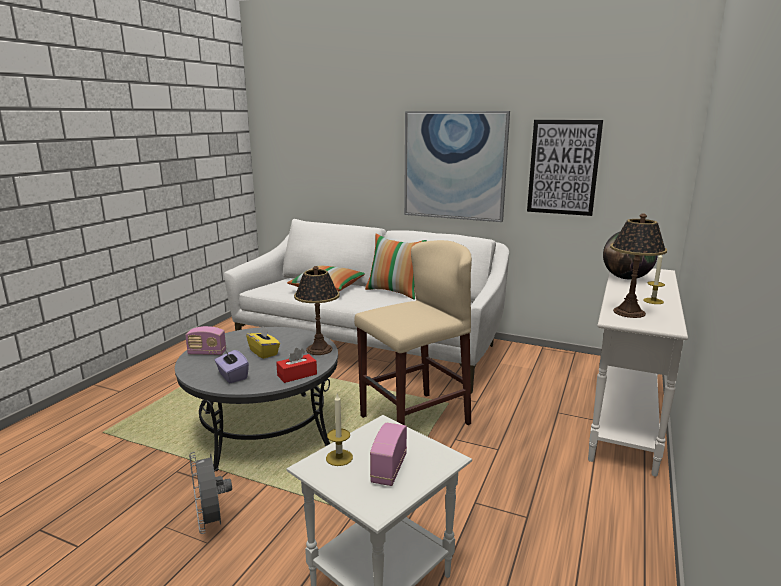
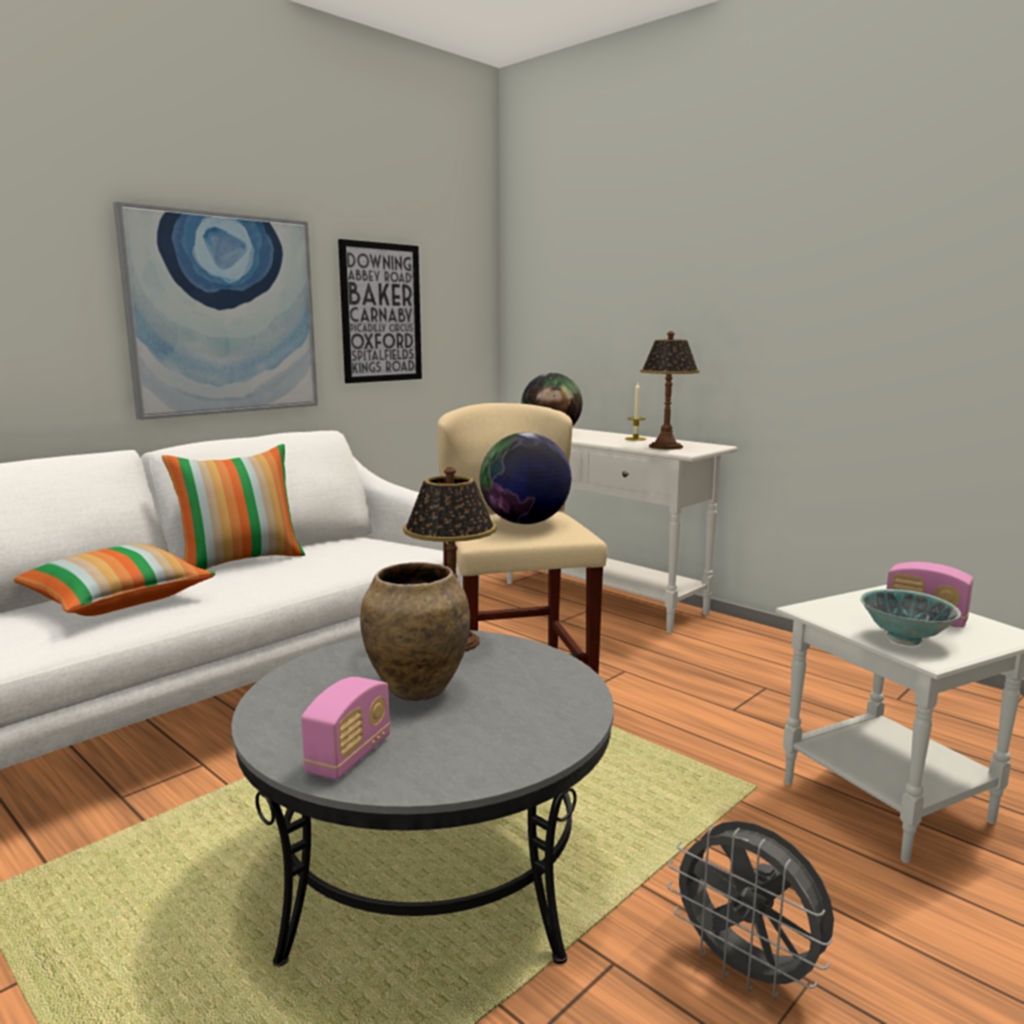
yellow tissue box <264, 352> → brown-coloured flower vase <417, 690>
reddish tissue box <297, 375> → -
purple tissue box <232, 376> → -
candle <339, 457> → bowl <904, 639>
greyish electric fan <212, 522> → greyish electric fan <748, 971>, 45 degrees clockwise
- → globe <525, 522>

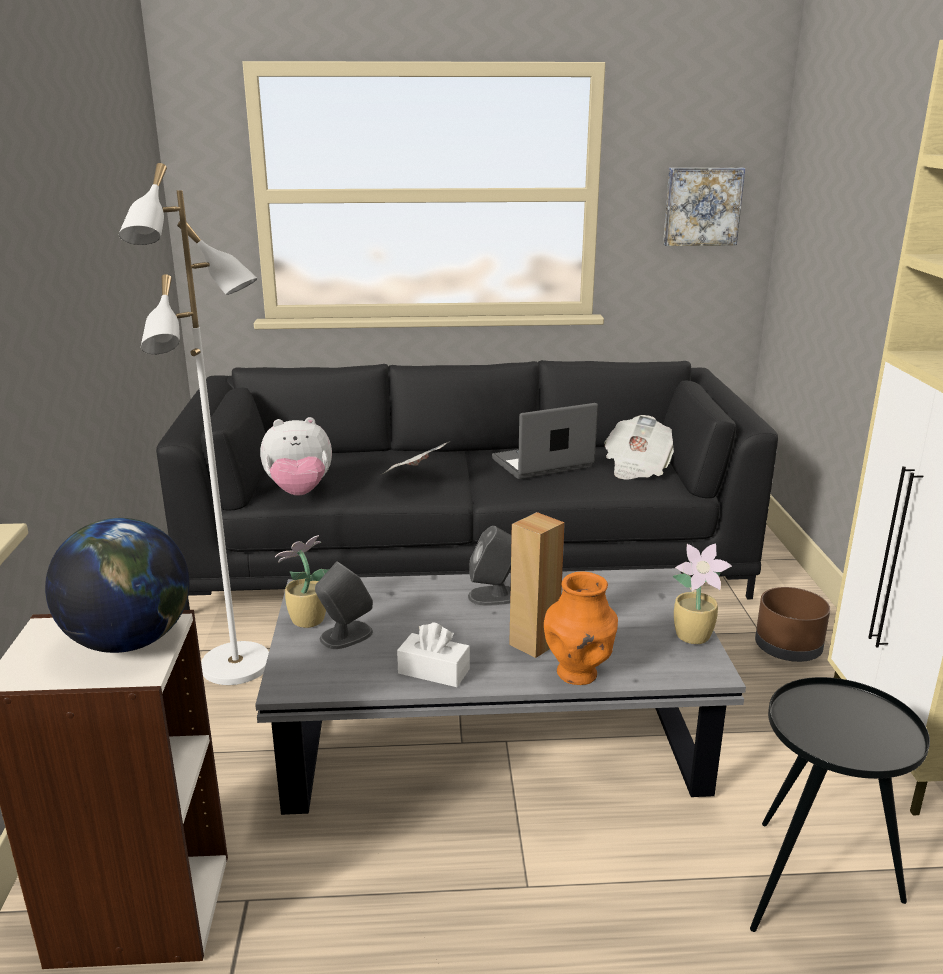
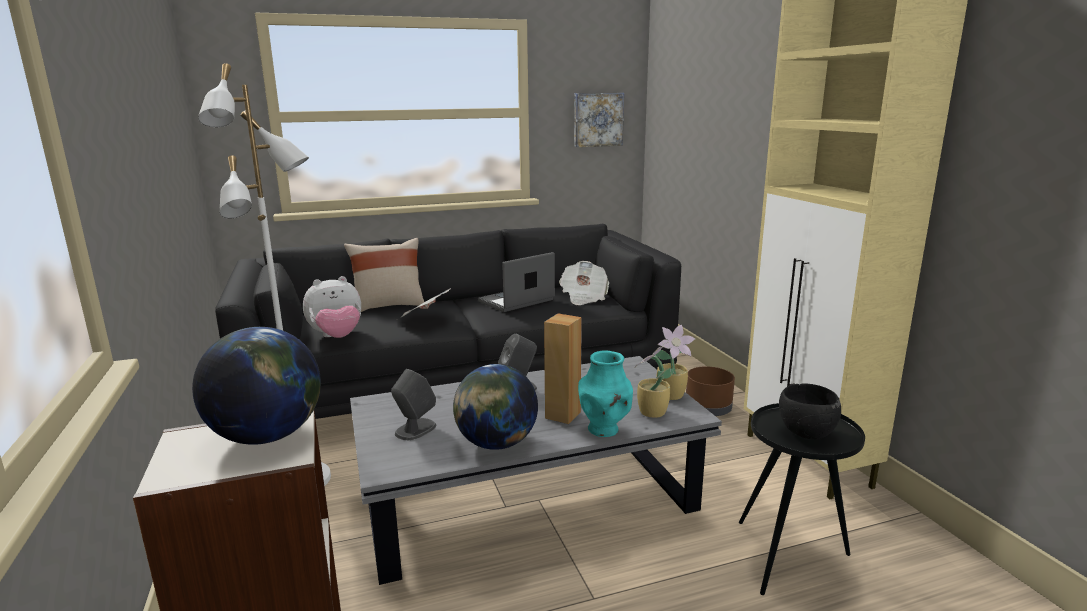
plant in a pot <306, 620> → plant in a pot <651, 413>, shifted
orange-coloured flower vase <578, 674> → blue-green flower vase <604, 430>
whitish tissue box <434, 671> → globe <496, 443>
- → beige-coloured throw pillow <388, 306>
- → black bowl <805, 433>

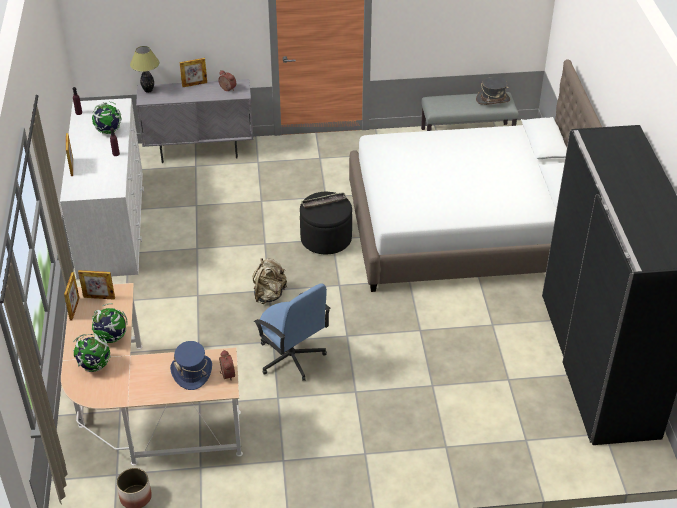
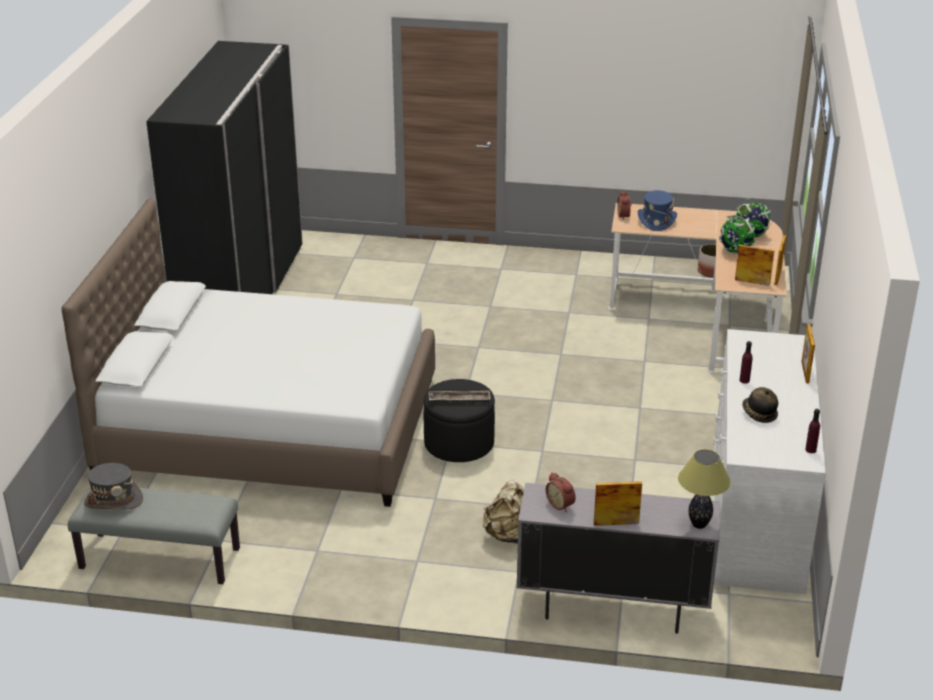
globe <108, 131> → clothing hat <758, 414>
beige-coloured knapsack <269, 295> → beige-coloured knapsack <508, 535>, shifted
blue computer chair <291, 358> → -

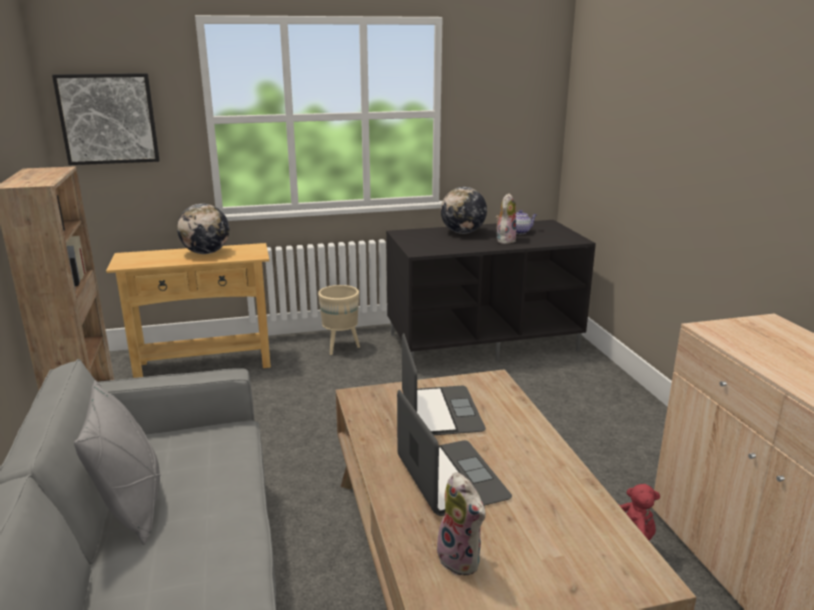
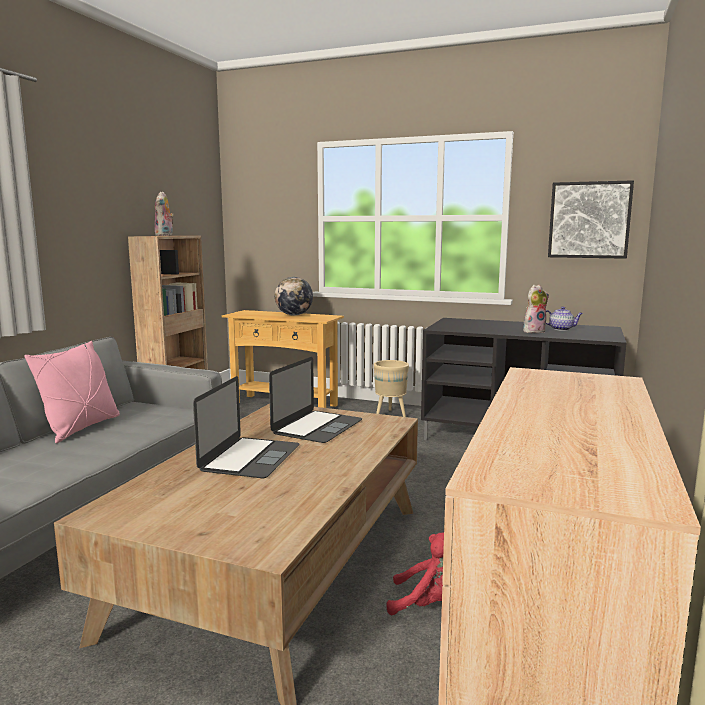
wall art <108, 119> → wall art <589, 220>, shifted
globe <463, 232> → -
greyish throw pillow <132, 507> → pink-coloured throw pillow <81, 428>
plush toy <462, 559> → plush toy <165, 235>, shifted

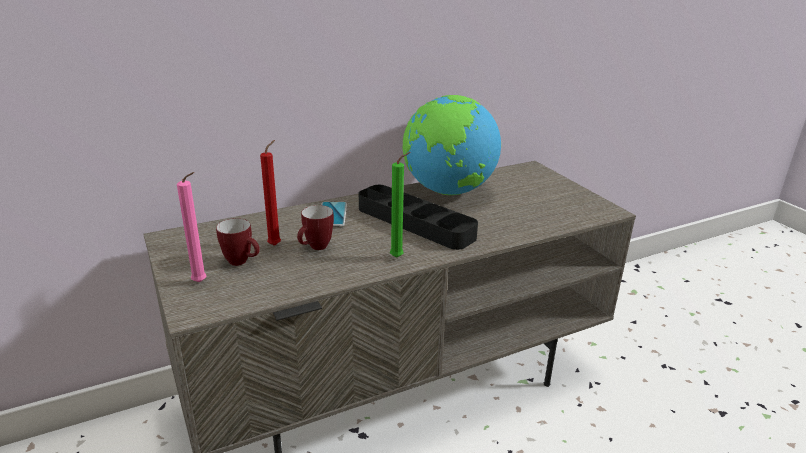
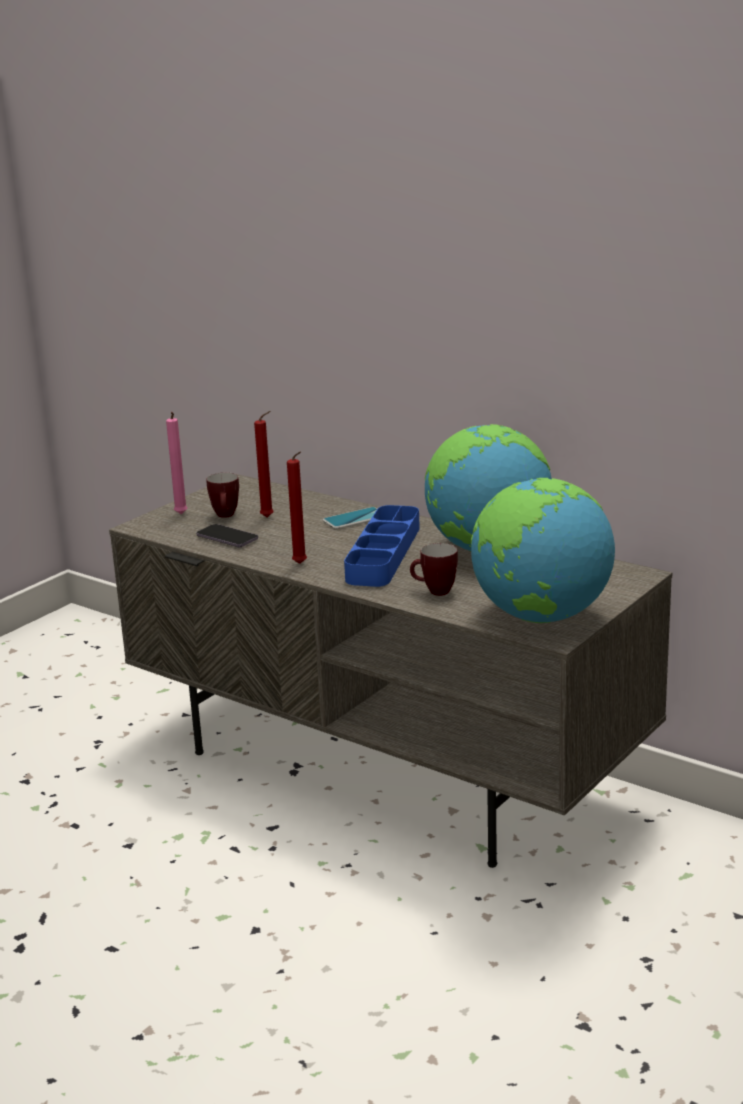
green-coloured candle <398, 257> → reddish candle <301, 564>
black serving tray <415, 222> → blue serving tray <383, 553>
mug <315, 248> → mug <434, 592>, shifted
- → globe <540, 616>
- → phone <227, 538>

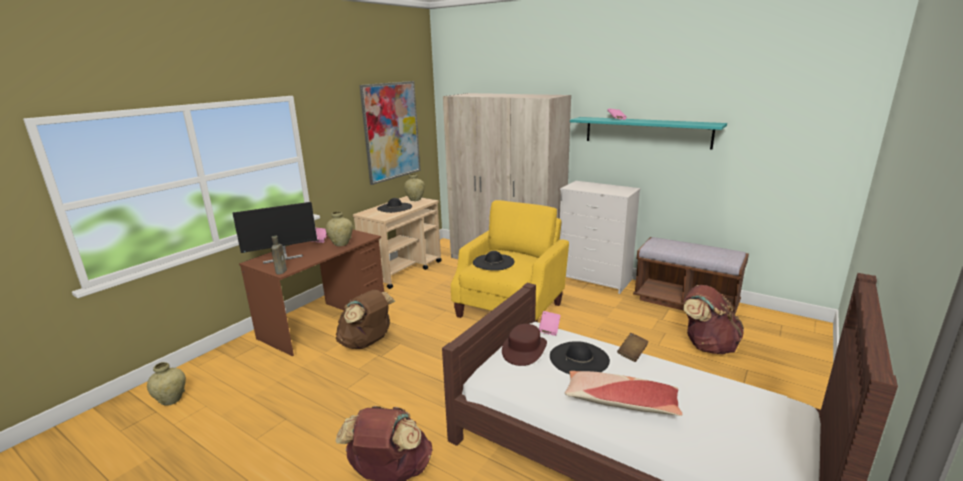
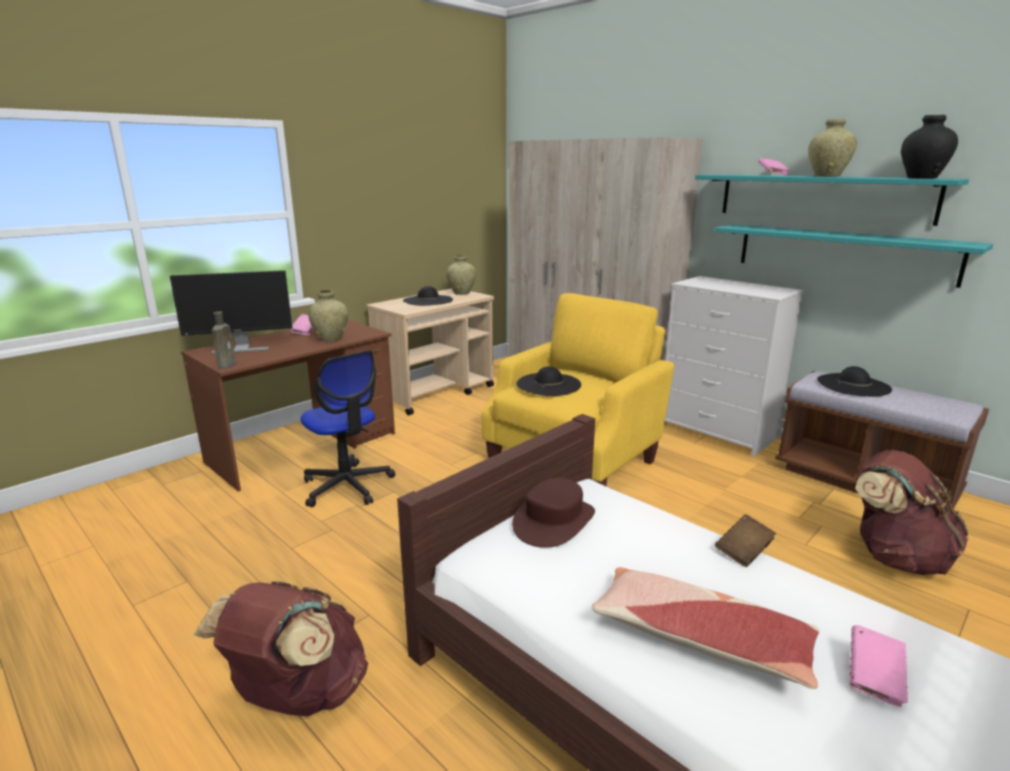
wall art <391, 131> → -
brown-coloured knapsack <367, 343> → computer chair <347, 486>
pink-coloured bound book <549, 329> → pink-coloured bound book <873, 678>, shifted
black clothing hat <579, 358> → black clothing hat <853, 385>, shifted
beige-coloured flower vase <171, 400> → beige-coloured flower vase <827, 176>, shifted
- → black flower vase <921, 178>
- → blue-green shelf <842, 253>

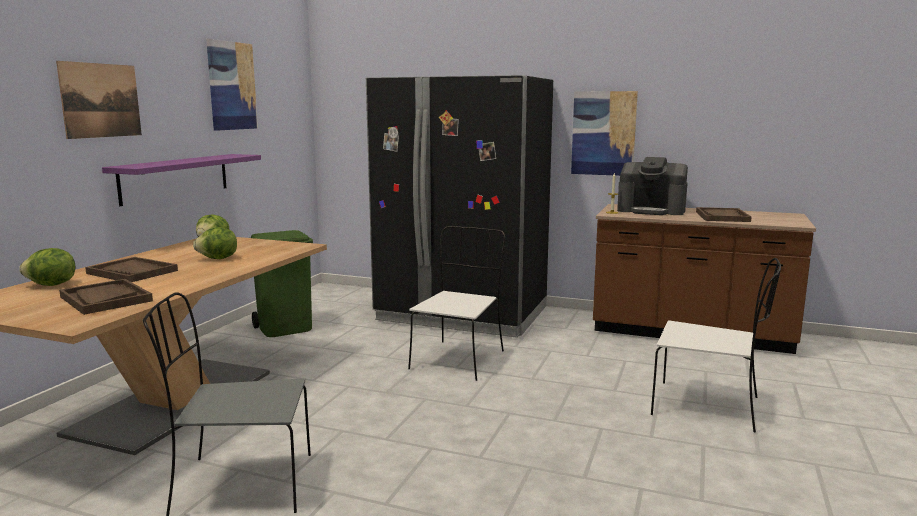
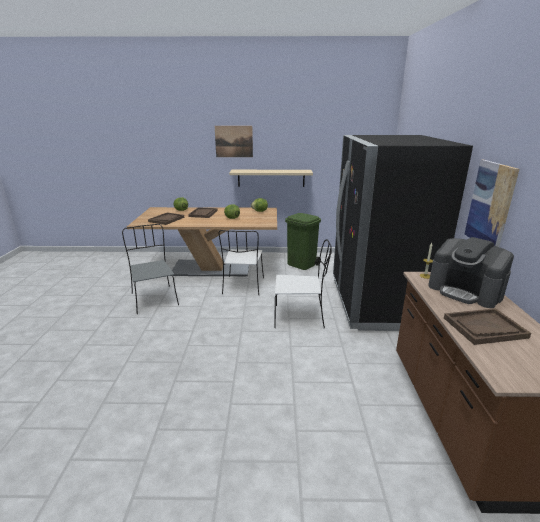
wall art <232, 86> → -
purple shelf <175, 178> → beige-coloured shelf <271, 178>
coffee brewer <651, 210> → coffee brewer <465, 291>, 45 degrees counterclockwise
whitish chair <708, 407> → whitish chair <243, 286>, shifted

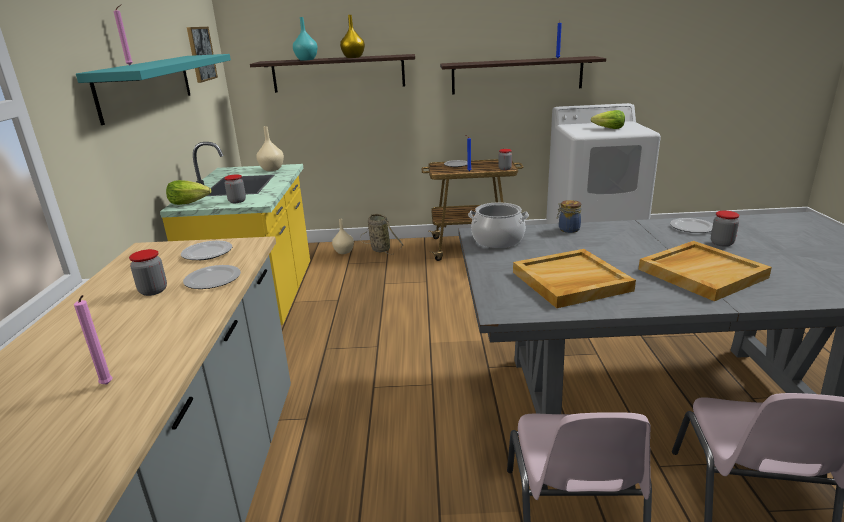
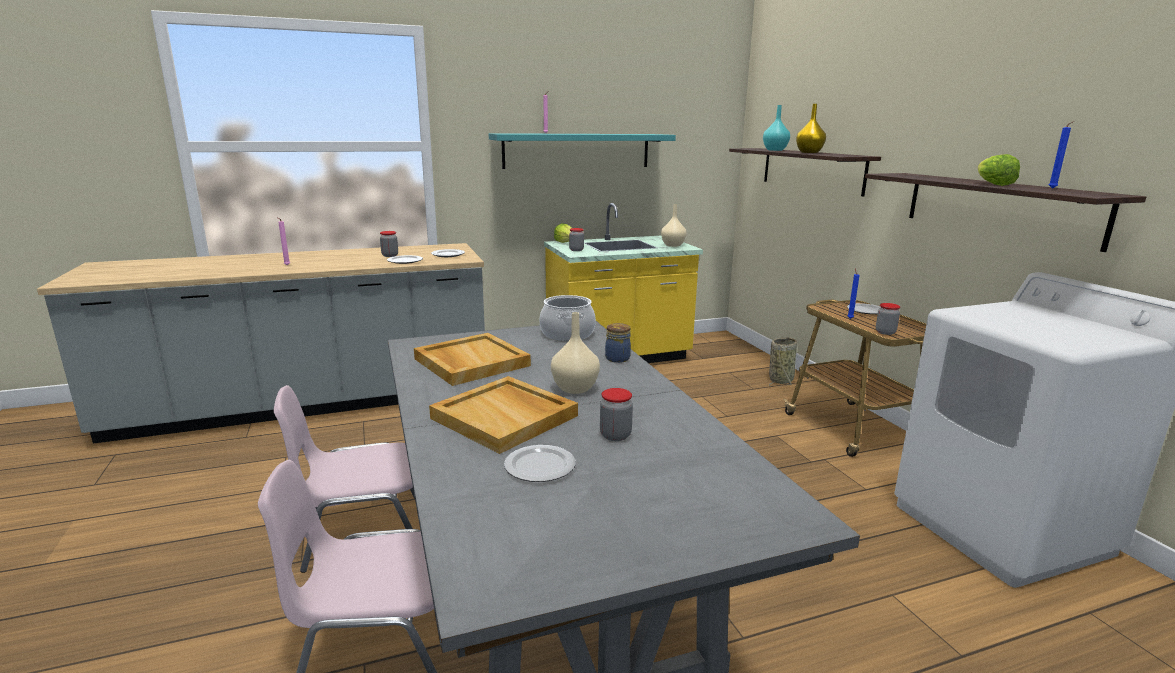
wall art <201, 54> → -
lettuce <608, 129> → lettuce <992, 184>, shifted
flat dish <691, 227> → flat dish <539, 466>, shifted
beige-coloured flower vase <343, 252> → beige-coloured flower vase <575, 388>, shifted

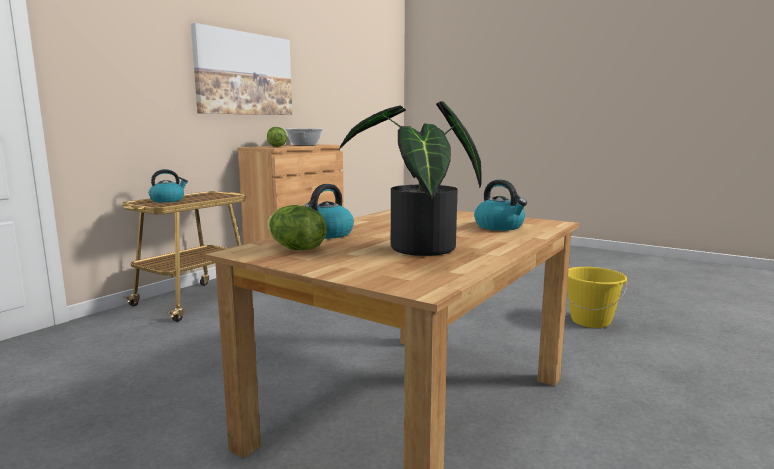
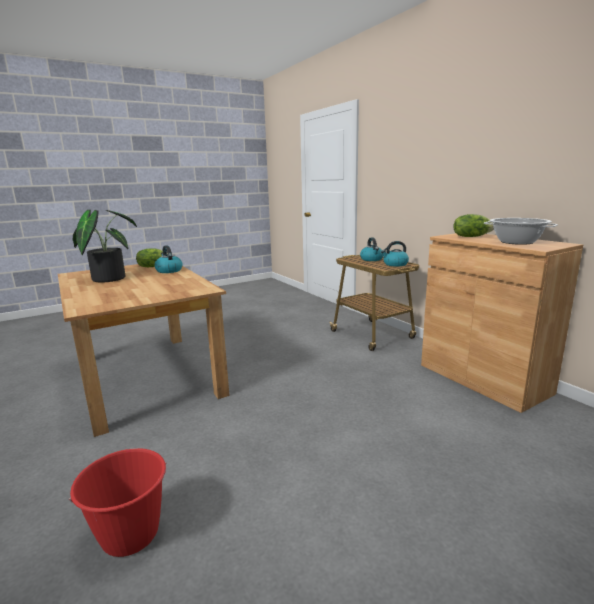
wall art <244, 74> → -
water kettle <500, 227> → water kettle <395, 264>, shifted
yellow water bucket <590, 321> → reddish water bucket <130, 535>

